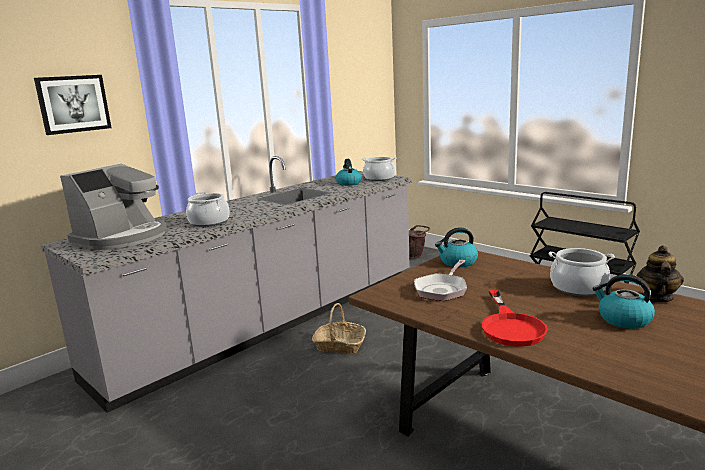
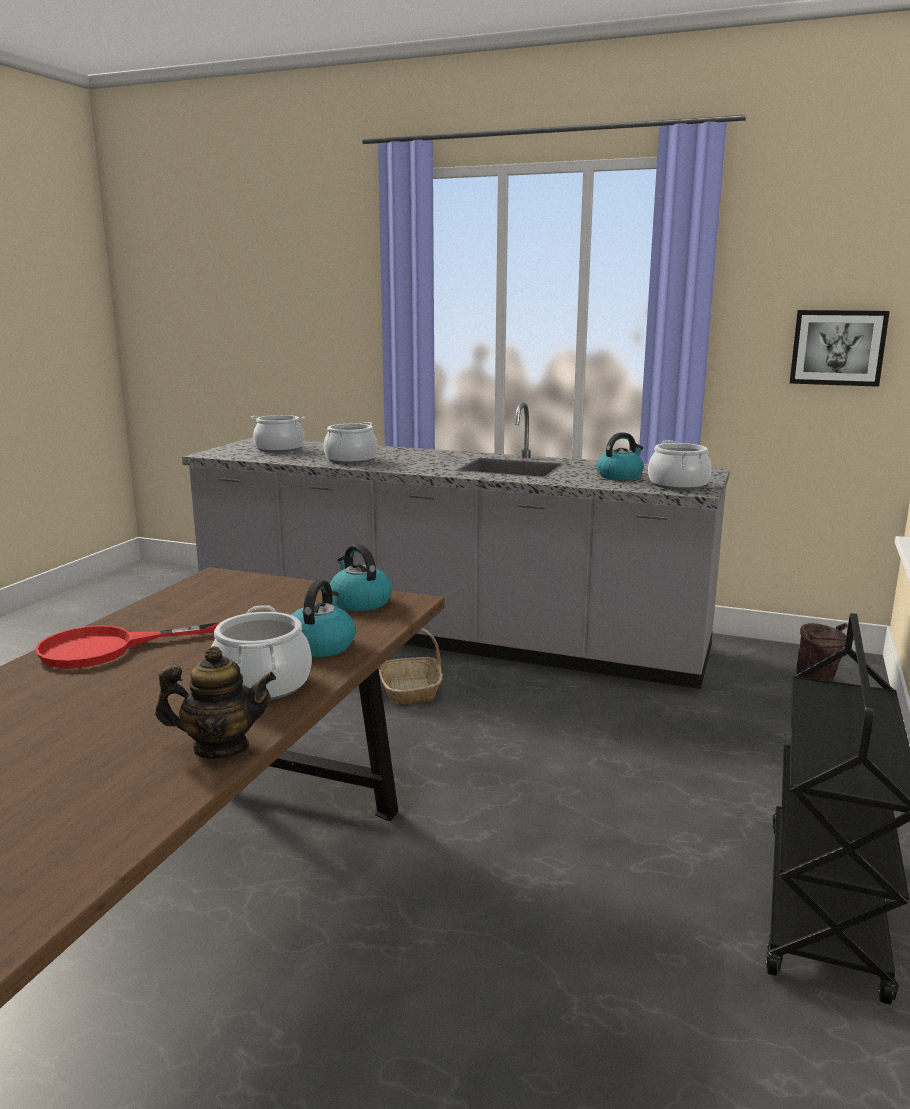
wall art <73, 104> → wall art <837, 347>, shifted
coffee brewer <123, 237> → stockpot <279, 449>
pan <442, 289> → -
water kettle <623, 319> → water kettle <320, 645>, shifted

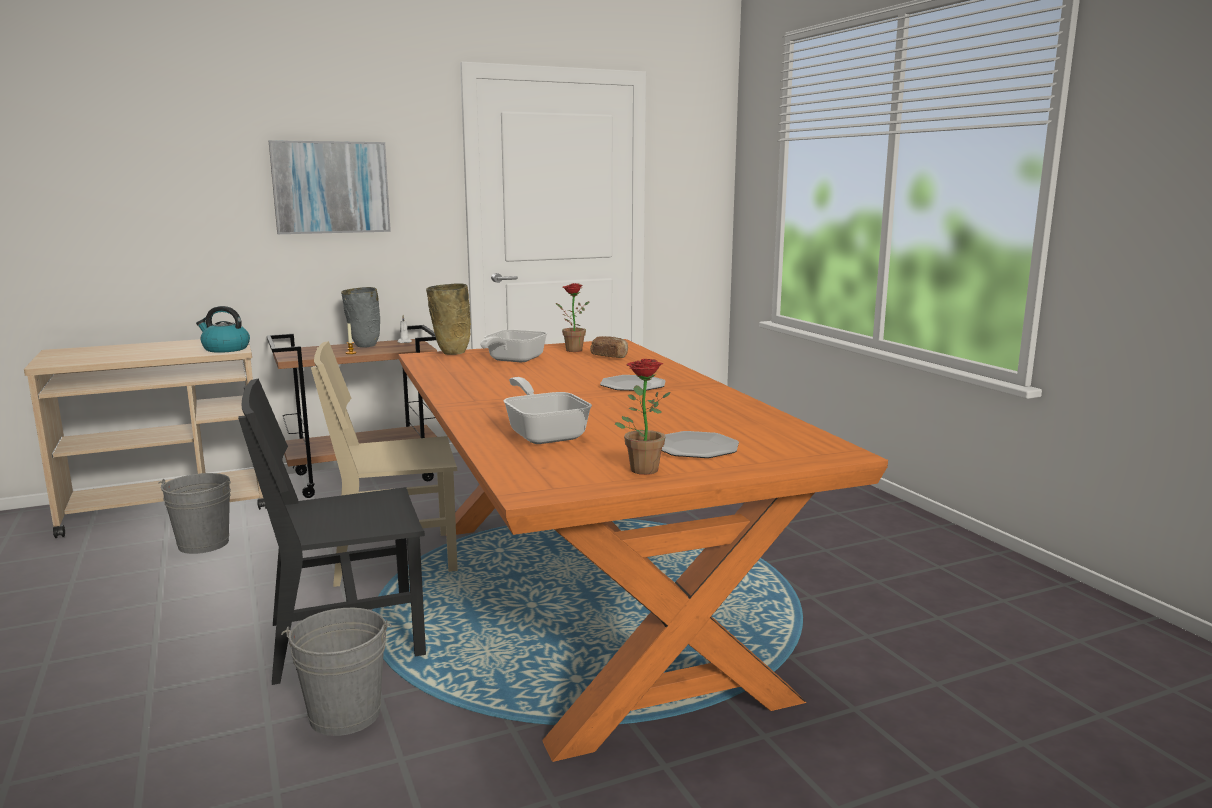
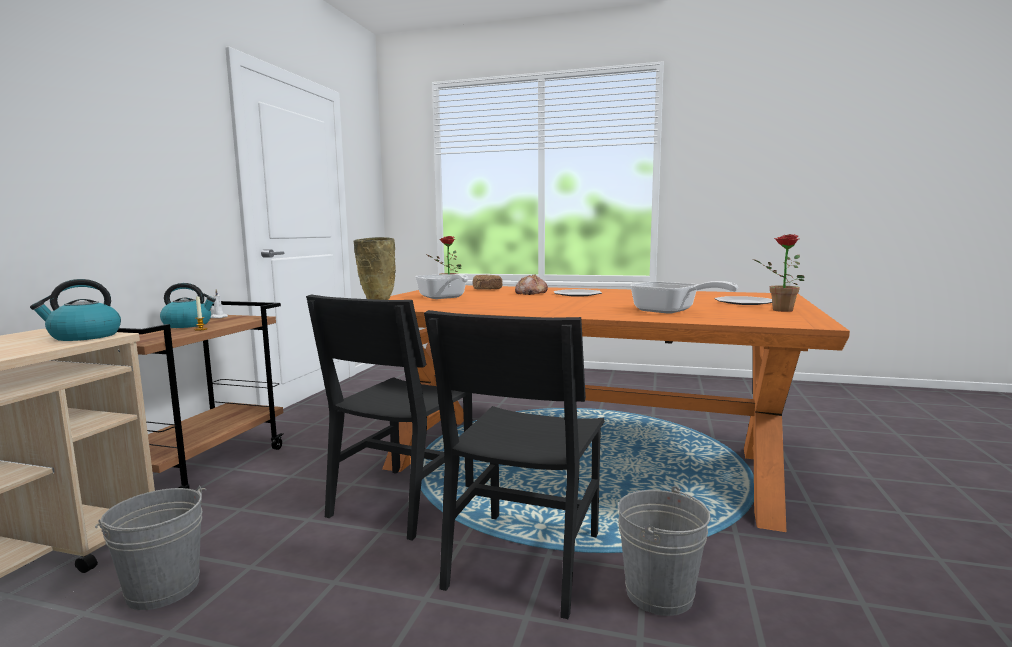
wall art <331, 187> → -
greyish flower vase <363, 346> → water kettle <188, 325>
beige-coloured chair <394, 557> → black chair <402, 500>
pan <544, 433> → pan <670, 311>, 150 degrees counterclockwise
- → baked bread <530, 293>

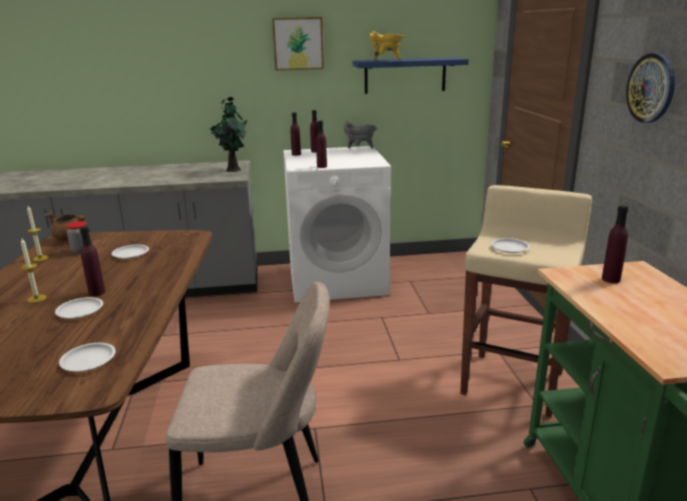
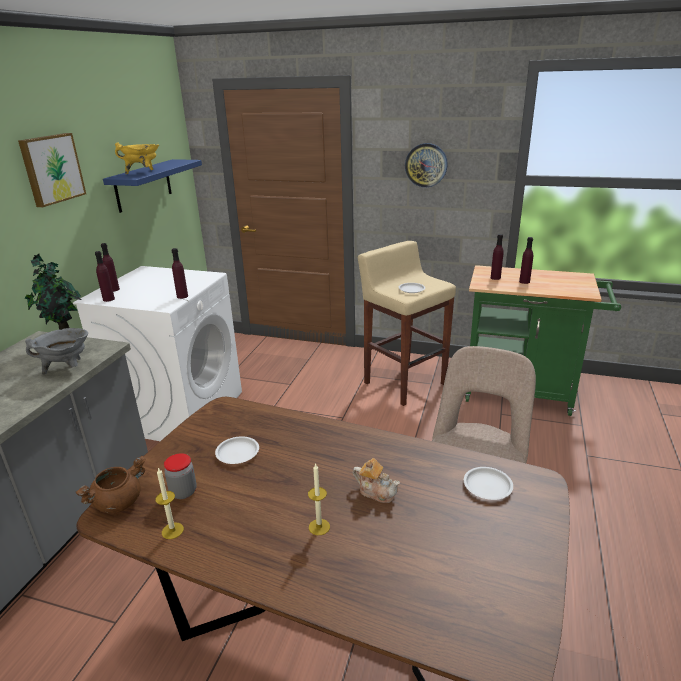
greyish stockpot <360, 149> → greyish stockpot <67, 369>, shifted
purple bottle <97, 292> → purple bottle <524, 282>, shifted
whitish flat dish <80, 311> → tea pot <376, 491>

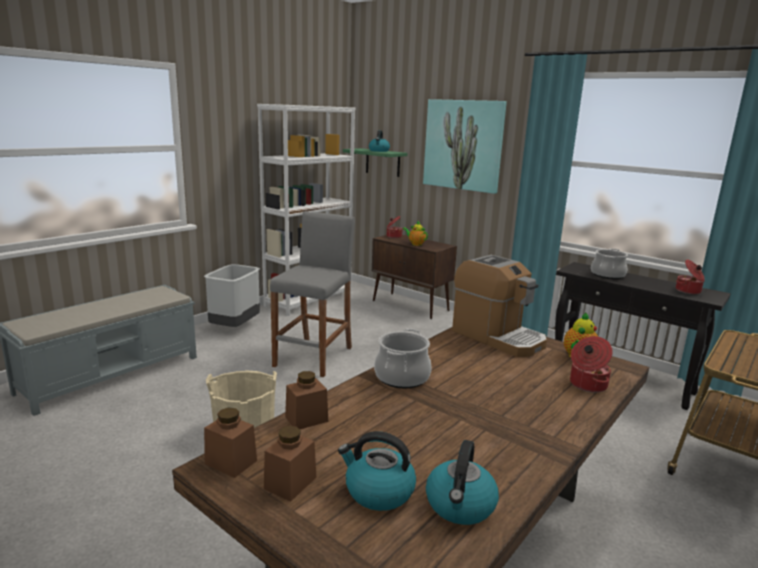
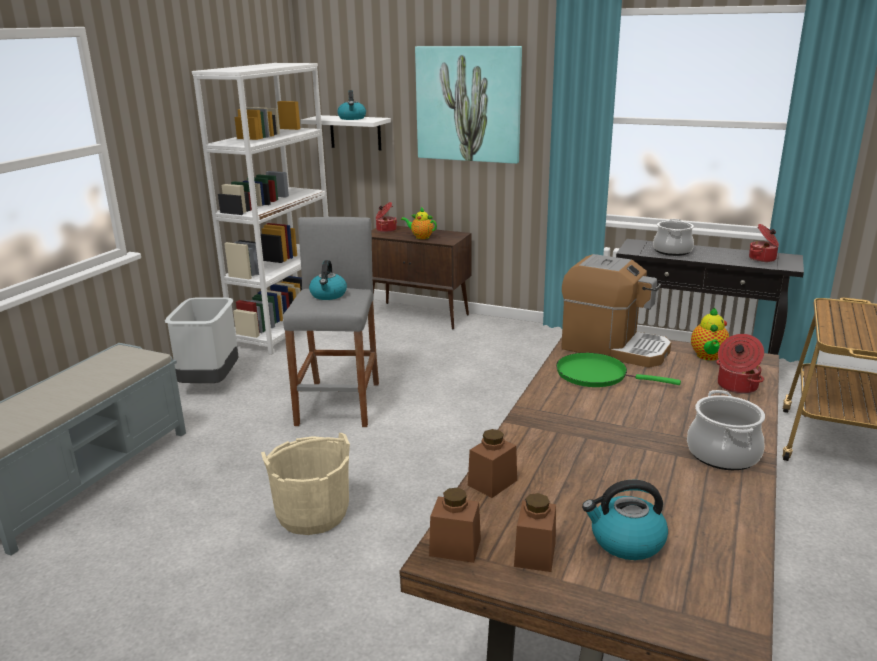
green-coloured shelf <382, 162> → whitish shelf <355, 132>
stockpot <402, 377> → stockpot <723, 454>, shifted
water kettle <460, 506> → water kettle <328, 295>, shifted
- → green-coloured pan <596, 375>

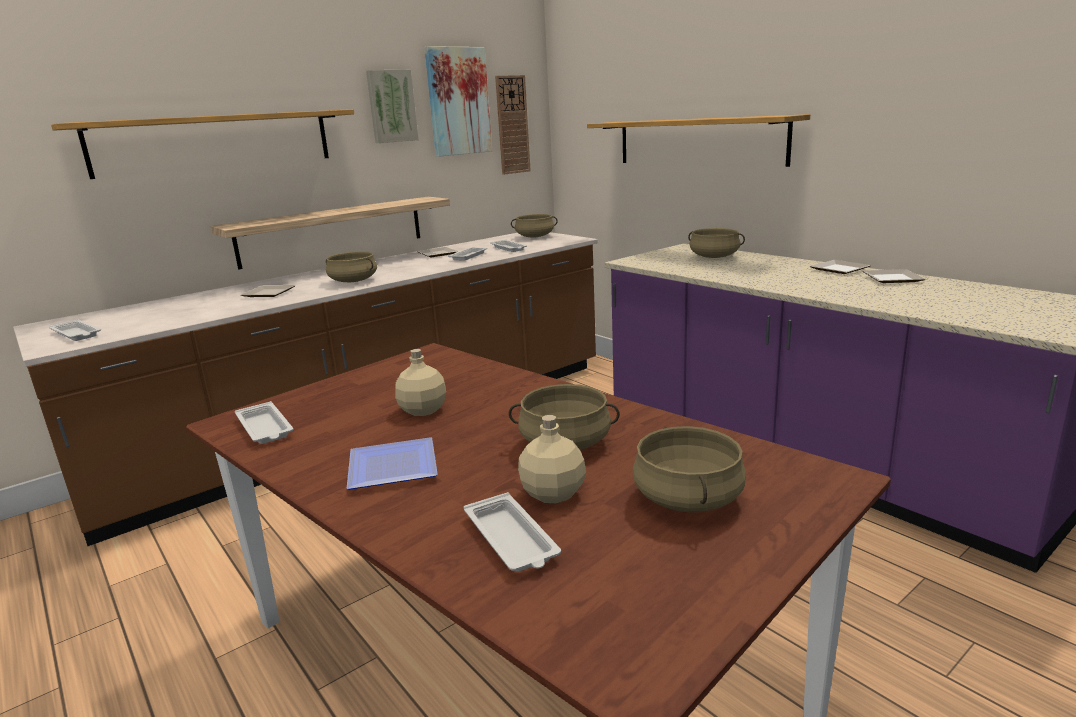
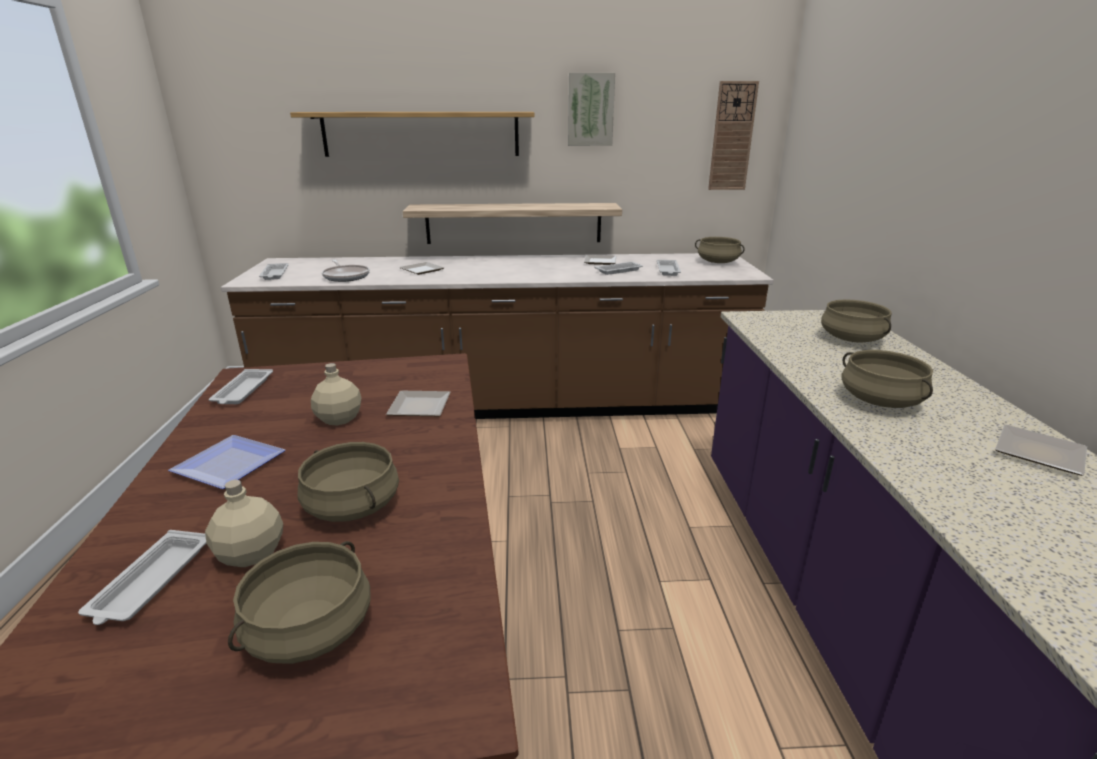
wall art <458, 101> → -
shelf <698, 141> → -
beige-coloured stockpot <353, 281> → beige-coloured stockpot <879, 400>, shifted
flat dish <837, 269> → flat dish <418, 406>, shifted
- → pan <346, 276>

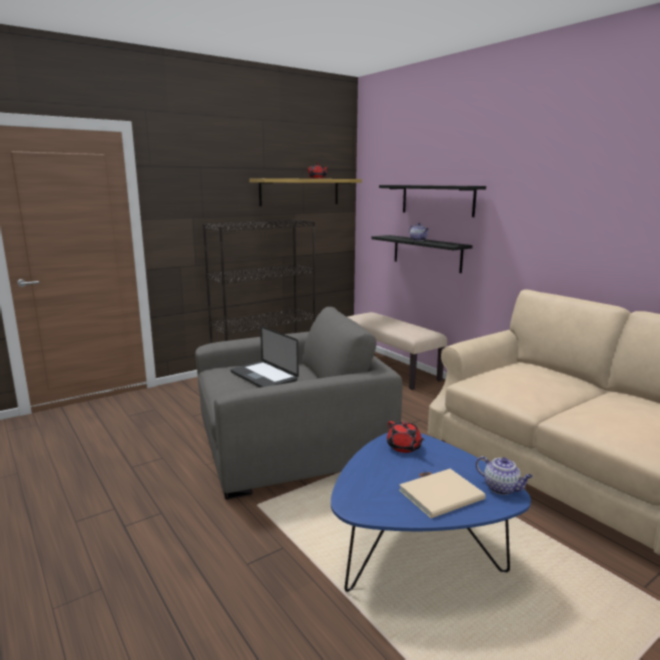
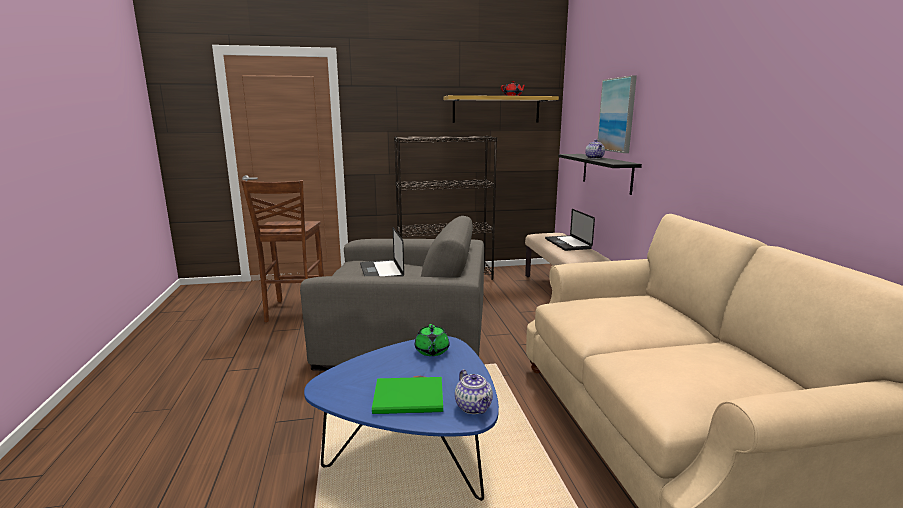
black shelf <437, 200> → wall art <617, 115>
reddish tea pot <404, 447> → green-coloured tea pot <432, 351>
beige-coloured bound book <444, 495> → green-coloured bound book <410, 398>
- → brown-coloured stool <294, 311>
- → notebook computer <567, 244>

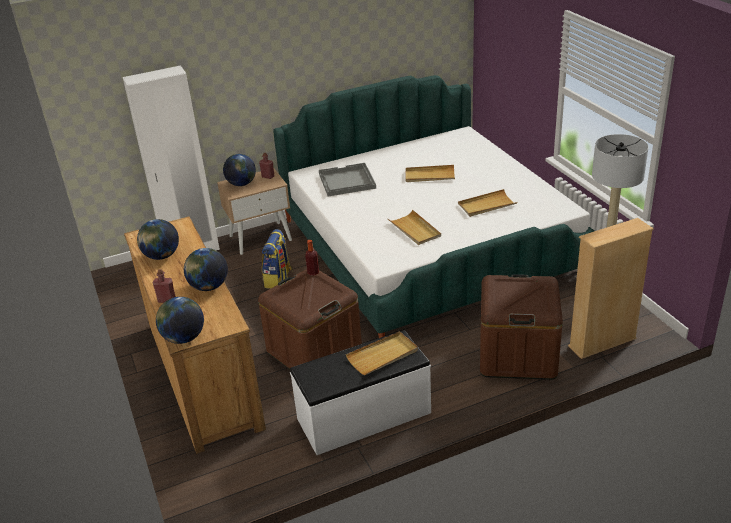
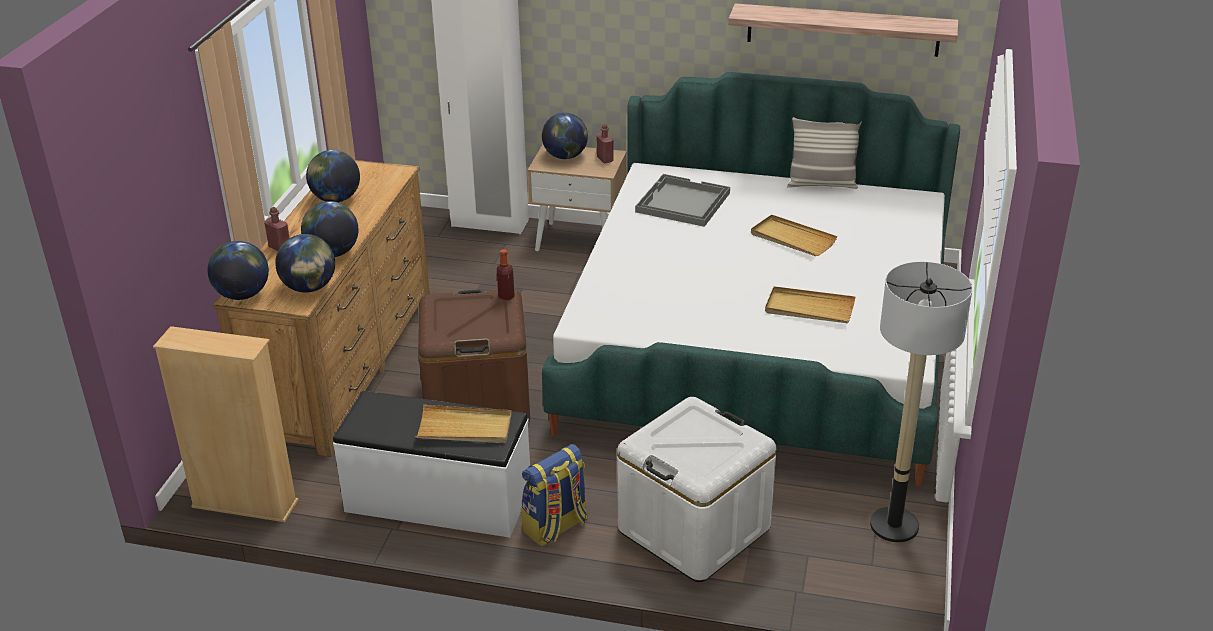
beige-coloured serving tray <415, 229> → -
beige-coloured bookcase <602, 343> → beige-coloured bookcase <245, 504>, shifted
knapsack <278, 279> → knapsack <555, 527>, shifted
brown-coloured storage container <517, 354> → whitish storage container <694, 529>
- → shelf <843, 30>
- → throw pillow <821, 184>
- → globe <309, 288>

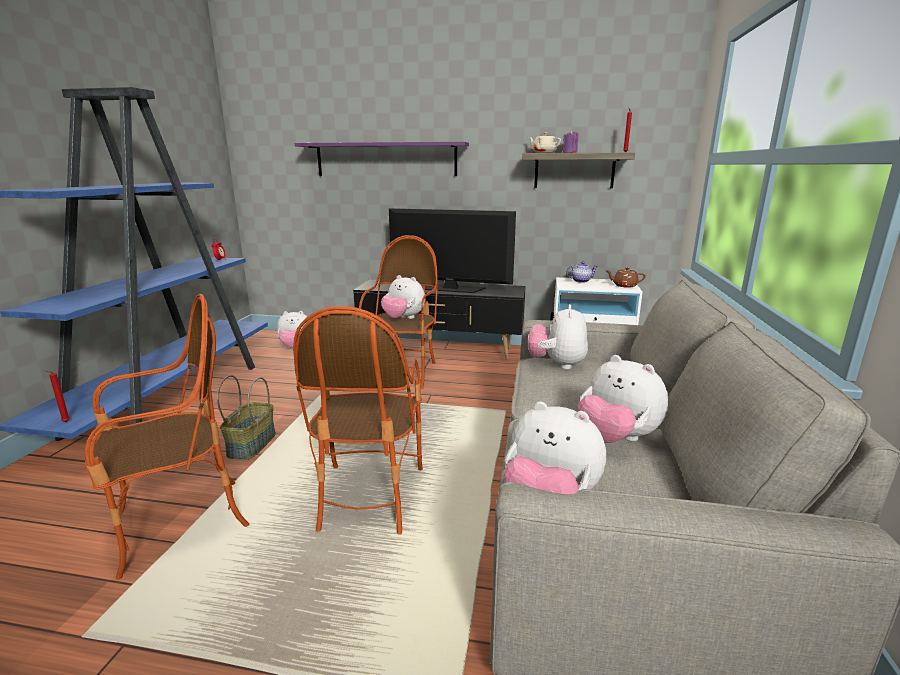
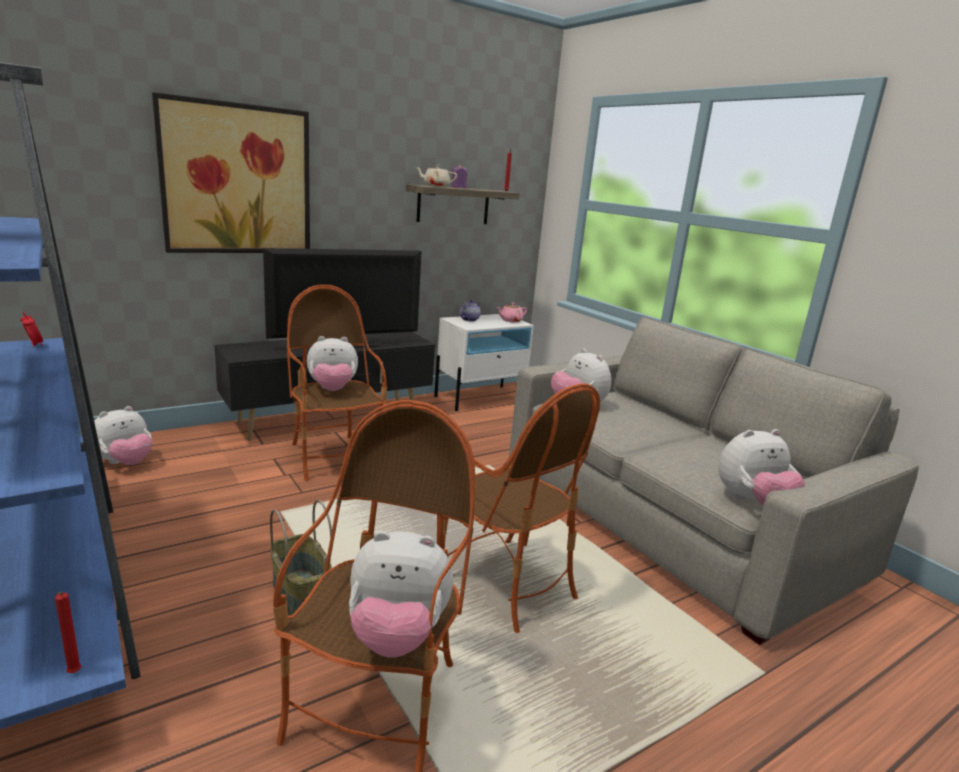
purple shelf <386, 159> → wall art <237, 180>
brown-coloured tea pot <624, 285> → pink-coloured tea pot <510, 320>
plush toy <616, 439> → plush toy <397, 636>, shifted

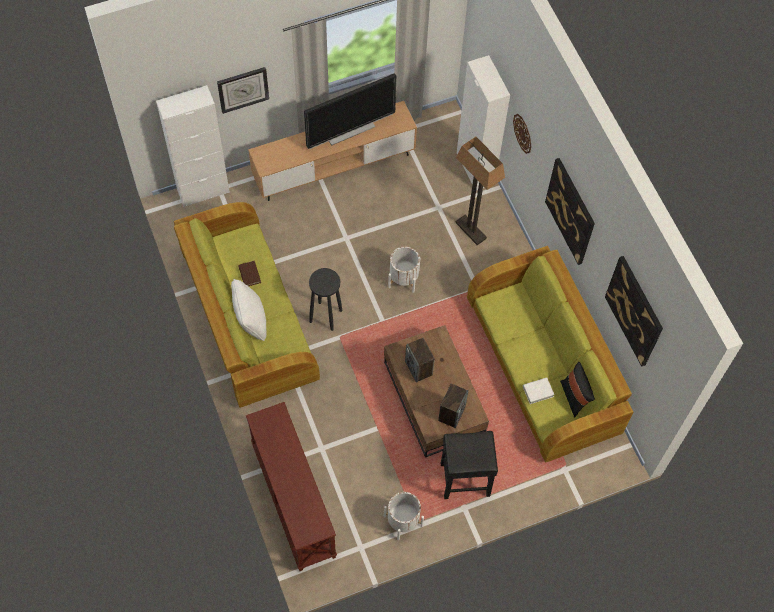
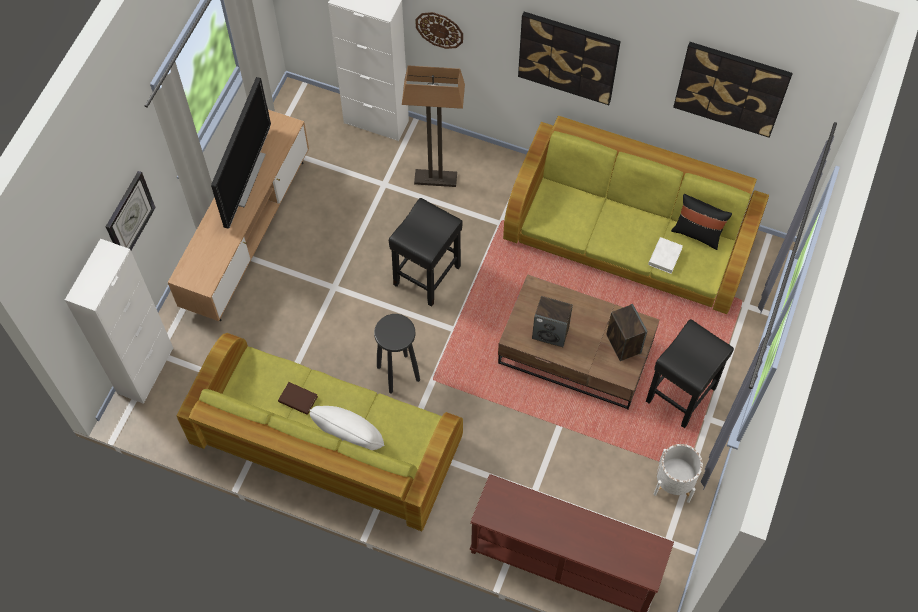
whitish plant pot <403, 278> → black stool <427, 274>

